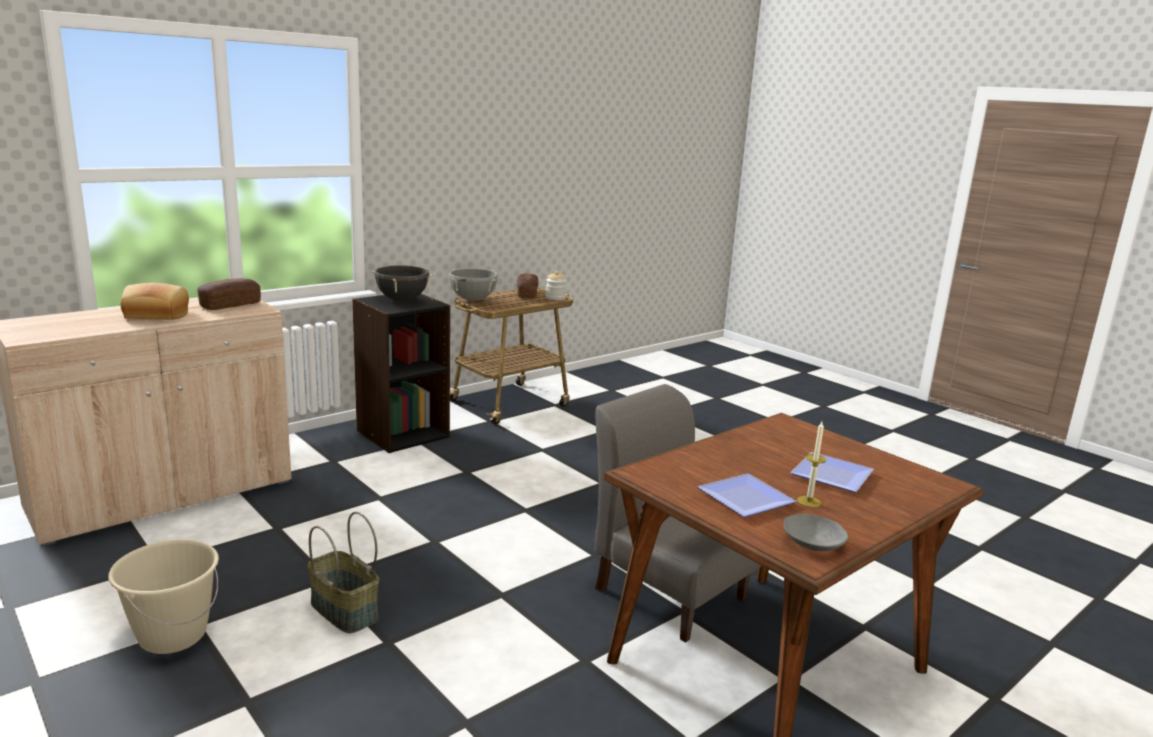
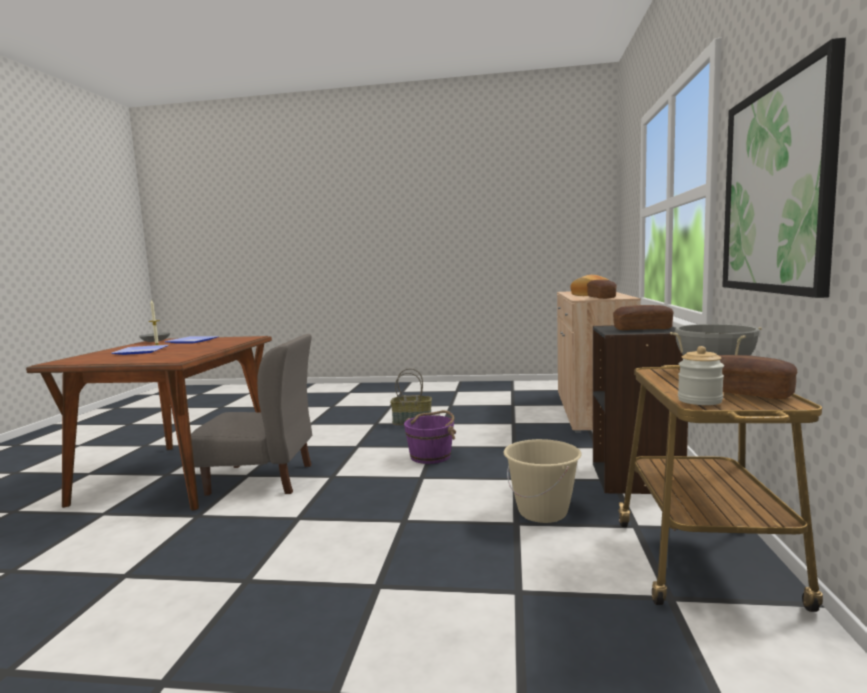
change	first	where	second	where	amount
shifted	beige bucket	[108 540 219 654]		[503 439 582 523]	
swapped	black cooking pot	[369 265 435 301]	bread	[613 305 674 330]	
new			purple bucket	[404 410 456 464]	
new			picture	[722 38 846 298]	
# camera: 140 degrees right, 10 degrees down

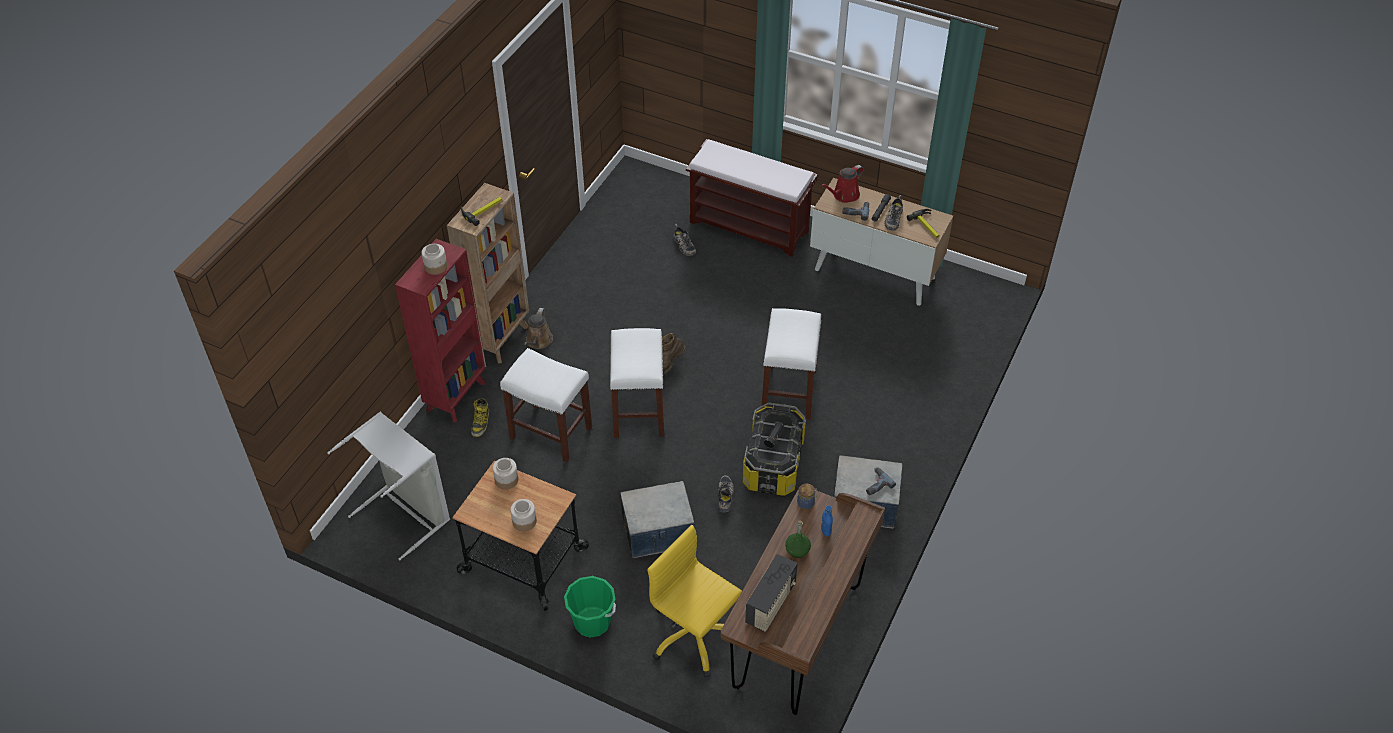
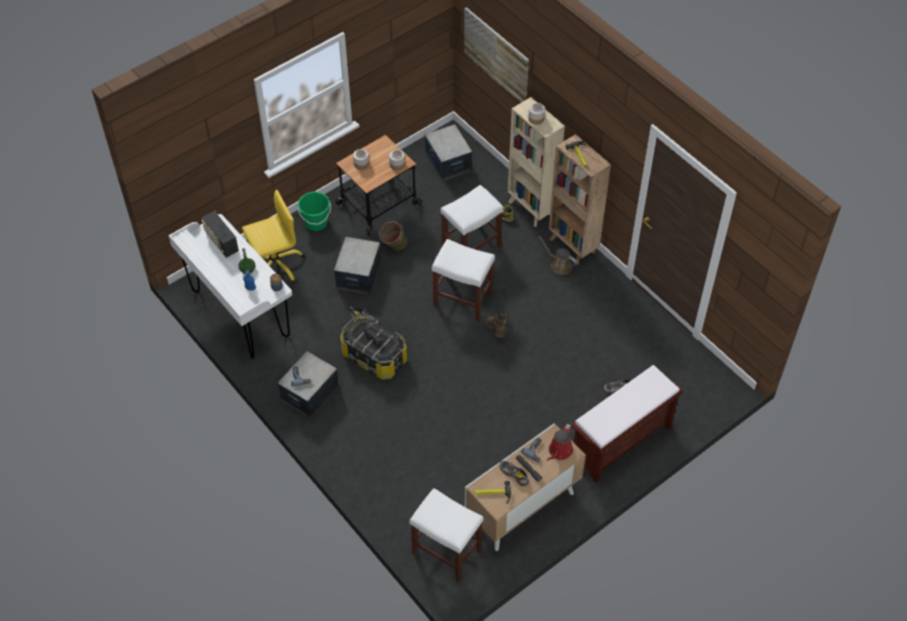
change	first	where	second	where	amount
swapped	grey laundry basket	[327 412 450 560]	storage box	[424 124 472 181]	
repainted	red bookcase	[395 239 486 423]	beige bookcase	[508 97 565 227]	
repainted	brown desk	[721 487 885 715]	white desk	[169 214 292 359]	
shifted	white stool	[761 308 822 420]		[410 488 484 582]	
rotated	red watering can	[821 165 864 203]		[546 424 573 461]	135 degrees counterclockwise
new			green bucket	[379 221 407 251]	
new			picture	[464 7 529 103]	
# camera: 115 degrees right, 5 degrees up

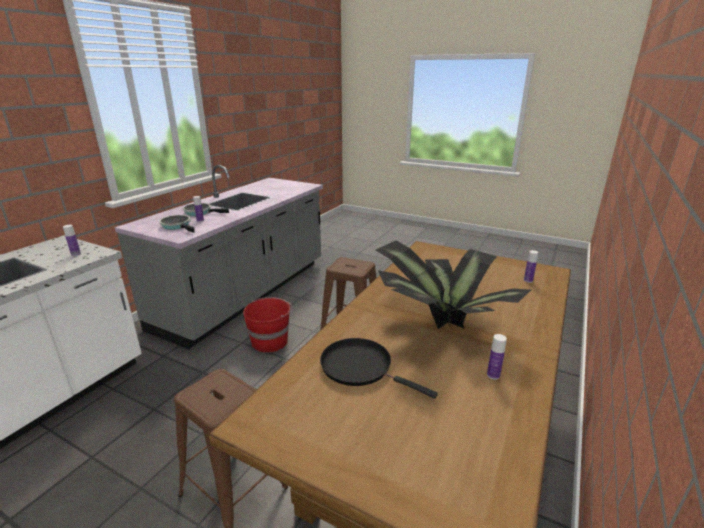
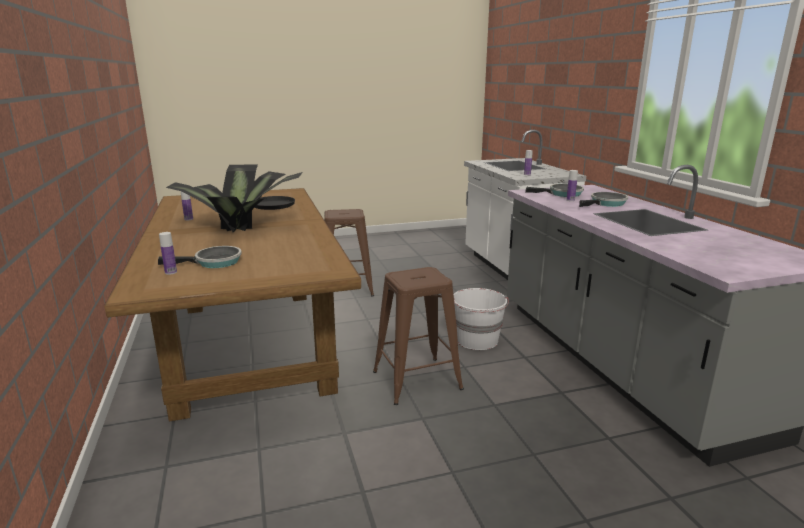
change	first	where	second	where	amount
repainted	red bucket	[243 297 292 353]	white bucket	[454 288 509 350]	
new			frying pan	[158 246 242 268]	
# camera: 135 degrees right, 5 degrees down

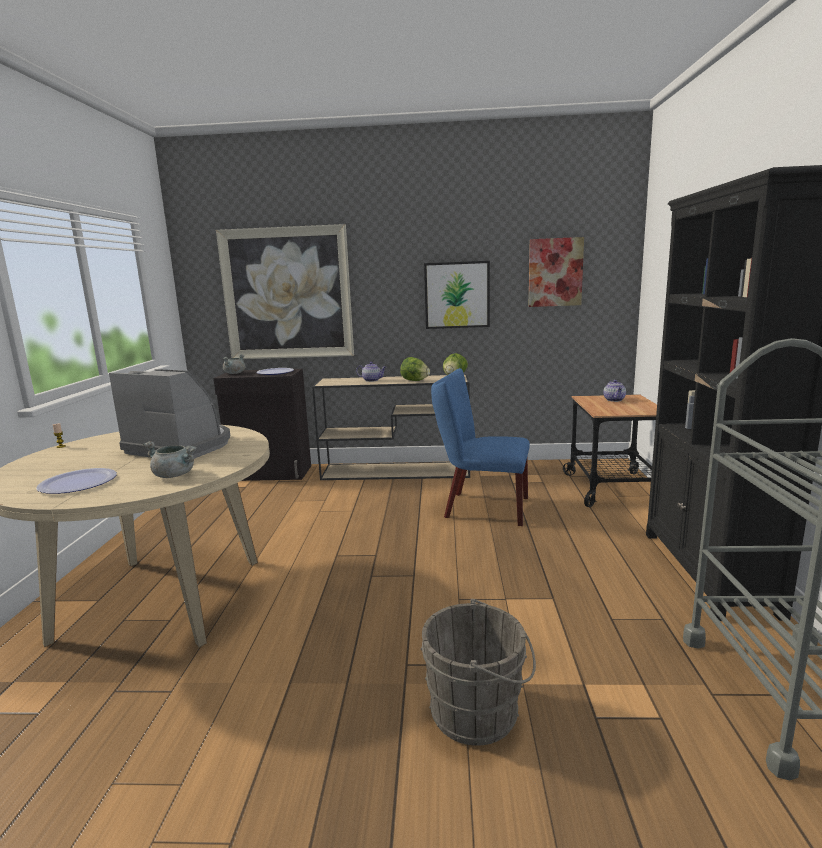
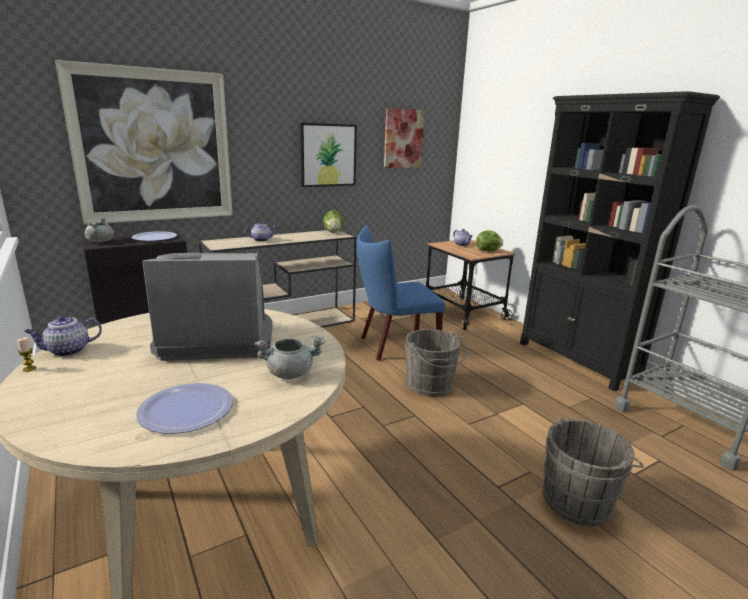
change	first	where	second	where	amount
shifted	lettuce	[400 357 430 381]		[476 230 503 251]	
new			teapot	[24 315 102 357]	
new			grey bucket	[405 329 468 397]	
# camera: 35 degrees left, 5 degrees up

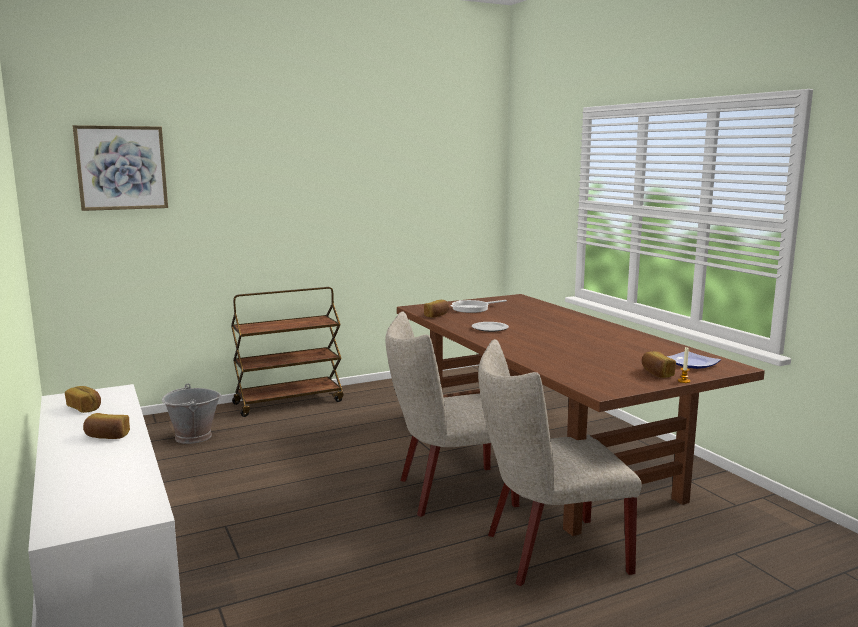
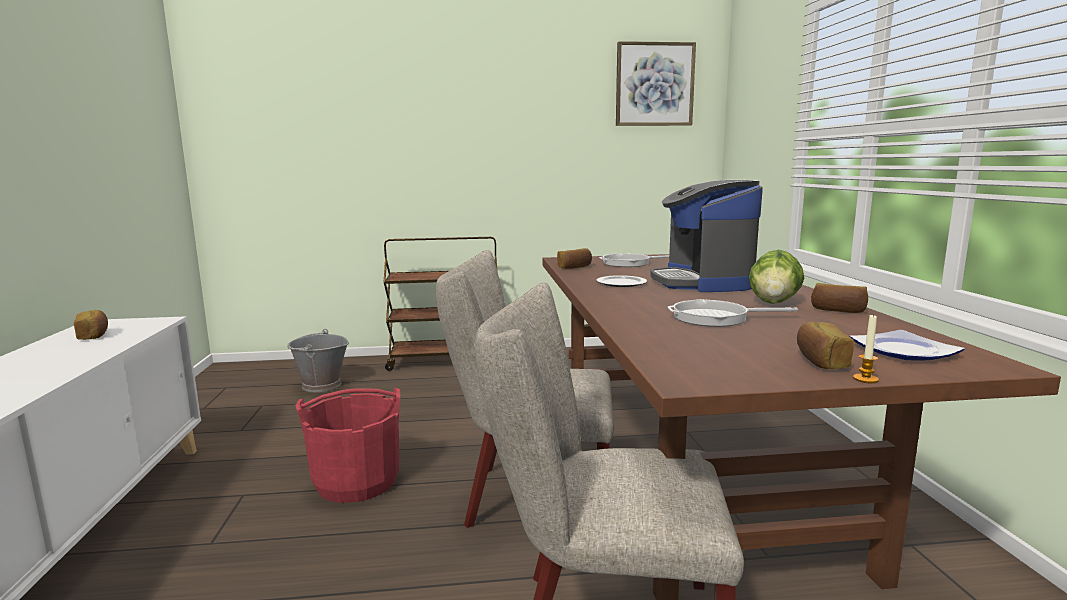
change	first	where	second	where	amount
shifted	picture	[73 125 168 211]		[616 41 696 126]	
shifted	bread	[83 413 130 439]		[811 283 868 313]	
new			red bucket	[295 388 400 503]	
new			coffee machine	[650 180 763 292]	
new			frying pan	[668 299 798 327]	
new			lettuce	[749 250 804 304]	
# camera: 20 degrees right, 0 degrees up

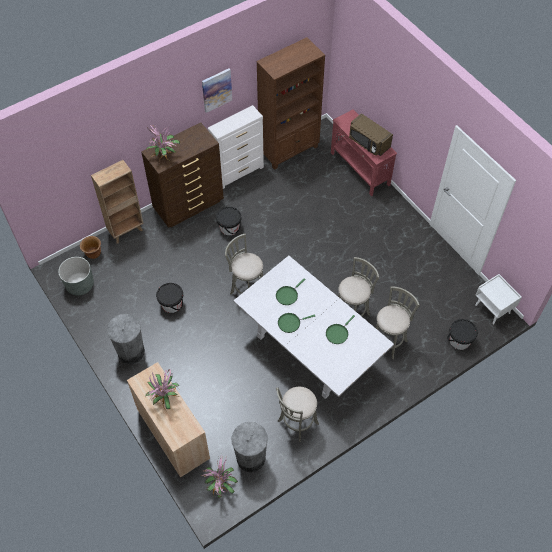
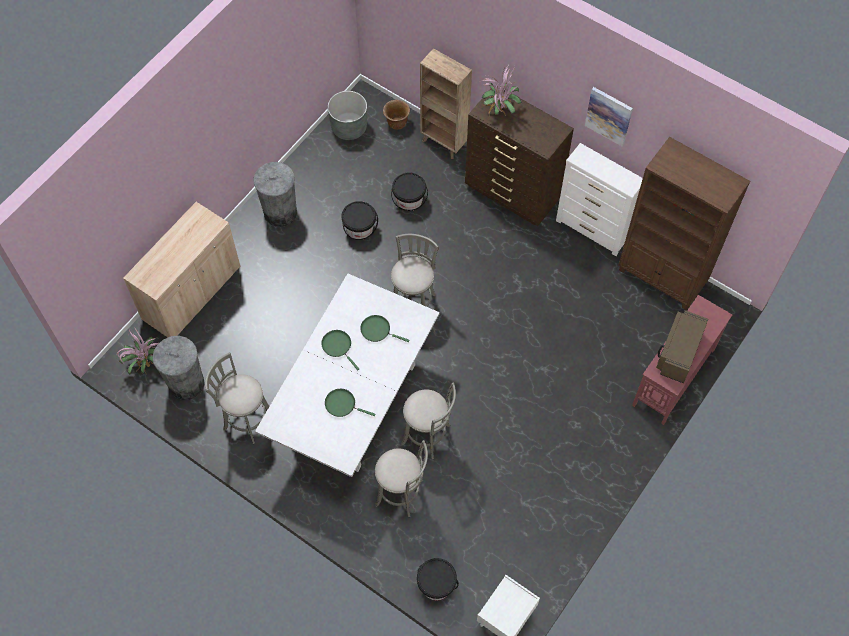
change	first	where	second	where	amount
gone	potted plant	[145 369 179 410]			
shifted	black bucket	[216 207 241 235]		[391 173 428 211]	
# camera: 70 degrees right, 5 degrees up

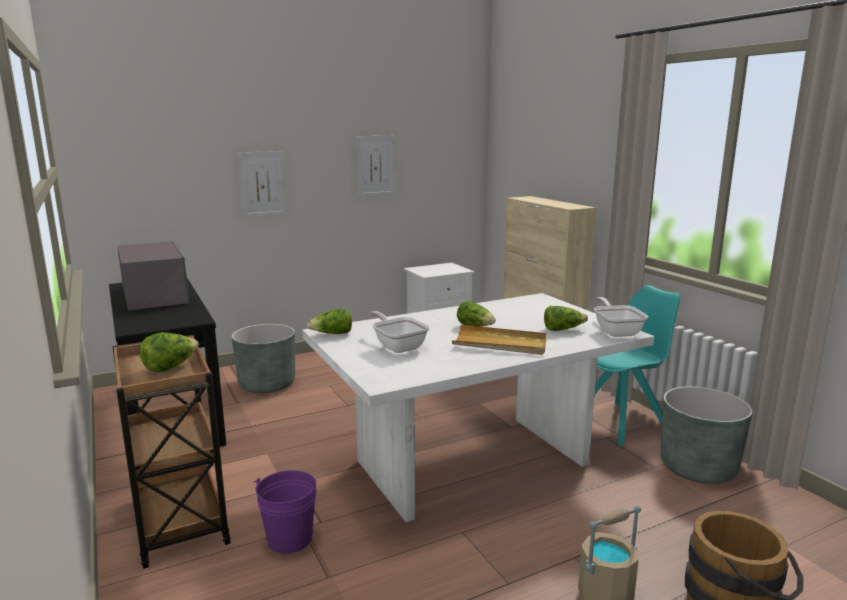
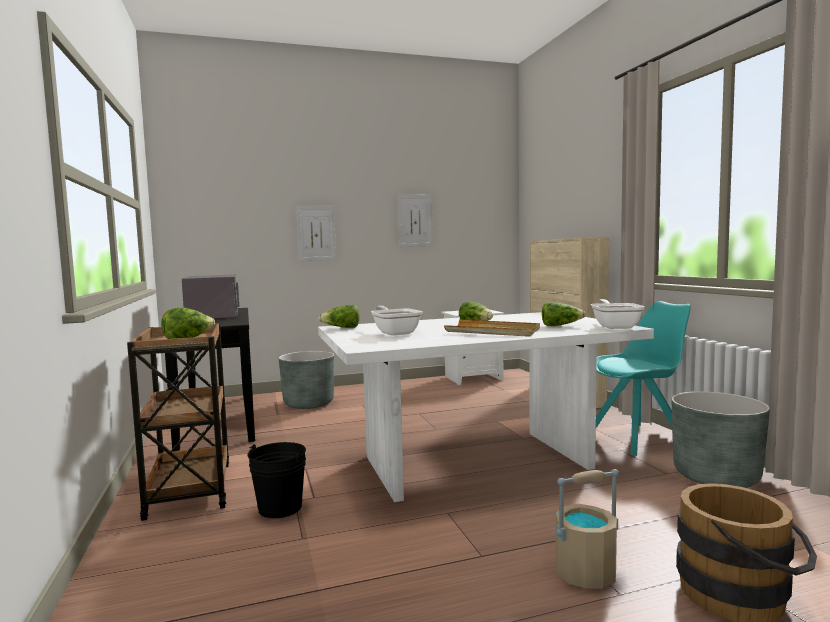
change	first	where	second	where	amount
repainted	purple bucket	[254 470 317 554]	black bucket	[248 442 306 518]	
# camera: 10 degrees right, 10 degrees down

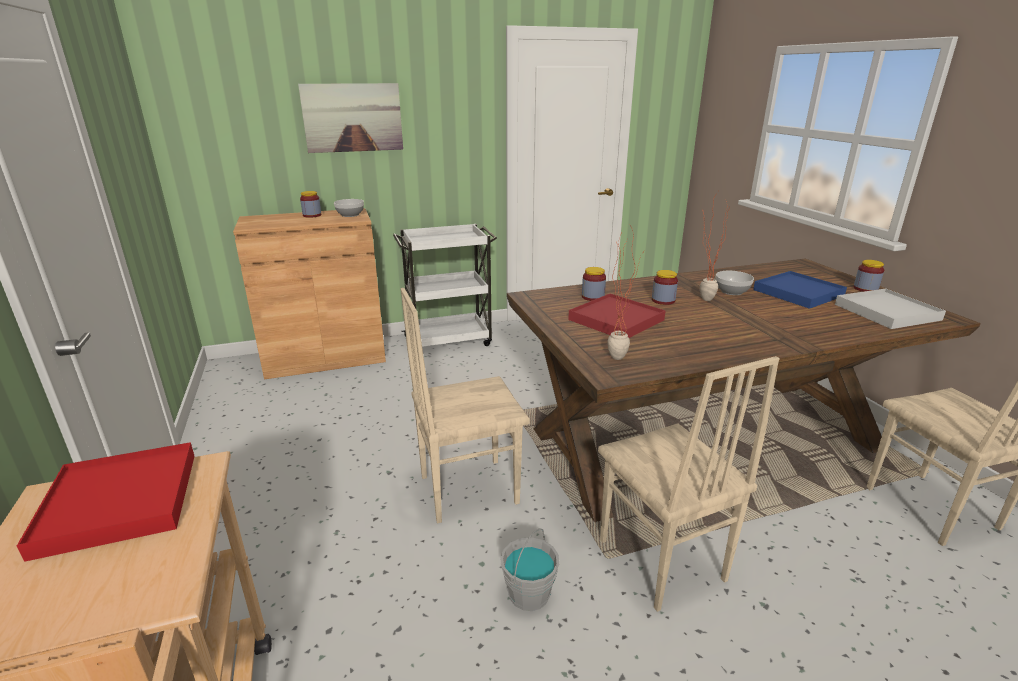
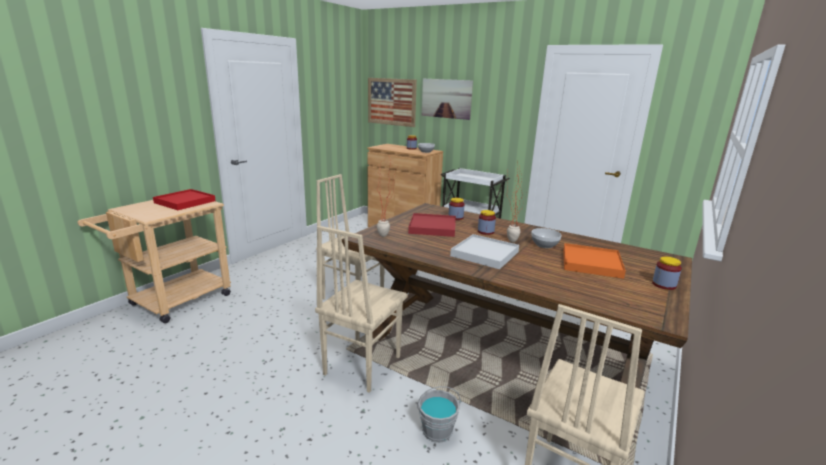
change	first	where	second	where	amount
shifted	grey bucket	[500 528 559 611]		[417 386 461 443]	
repainted	blue tray	[753 271 847 309]	orange tray	[563 243 626 279]	
shifted	white tray	[835 289 946 329]		[450 234 519 269]	
new			picture	[368 78 417 127]	
# camera: 50 degrees right, 5 degrees down

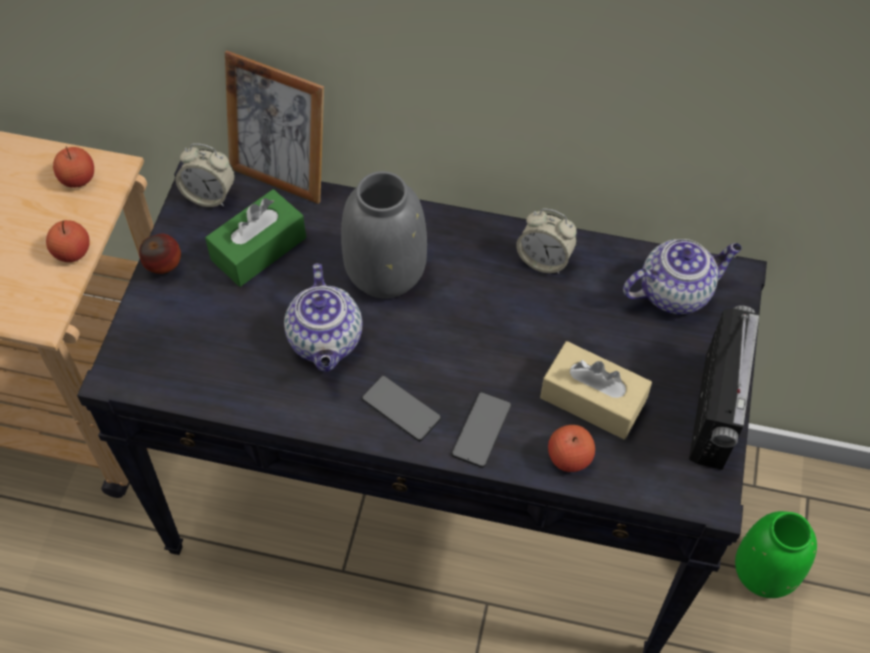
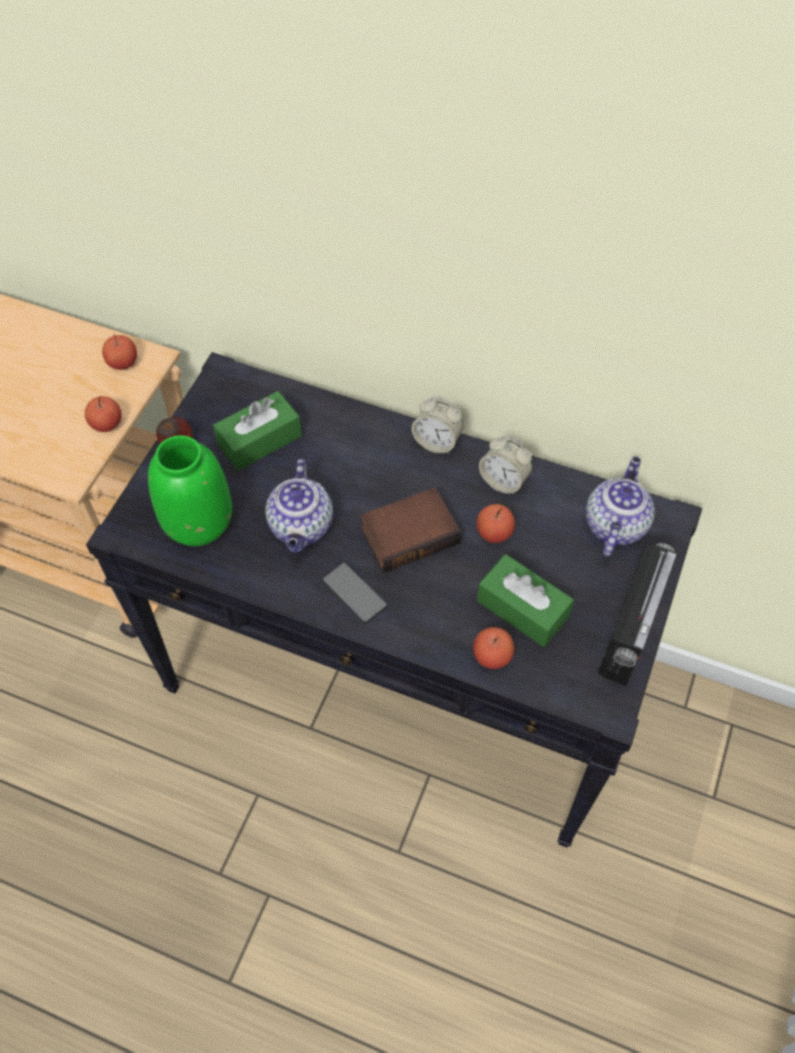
change	first	where	second	where	amount
shifted	alarm clock	[176 143 235 207]		[412 397 464 454]	
gone	picture frame	[225 50 324 204]			
gone	grey vase	[341 171 427 298]			
gone	phone	[452 392 512 468]			
repainted	beige tissue box	[540 341 652 439]	green tissue box	[477 554 574 647]	
rotated	teapot	[623 239 742 315]		[586 457 655 556]	60 degrees counterclockwise
shifted	green vase	[735 511 817 598]		[148 435 232 546]	
new			book	[360 487 461 573]	
new			apple	[476 504 515 543]	
# camera: 10 degrees right, 0 degrees up

